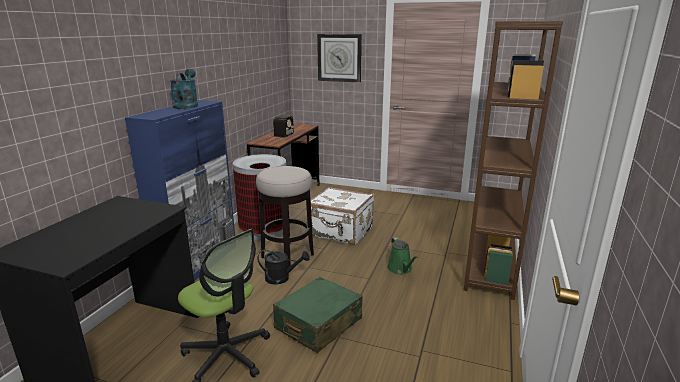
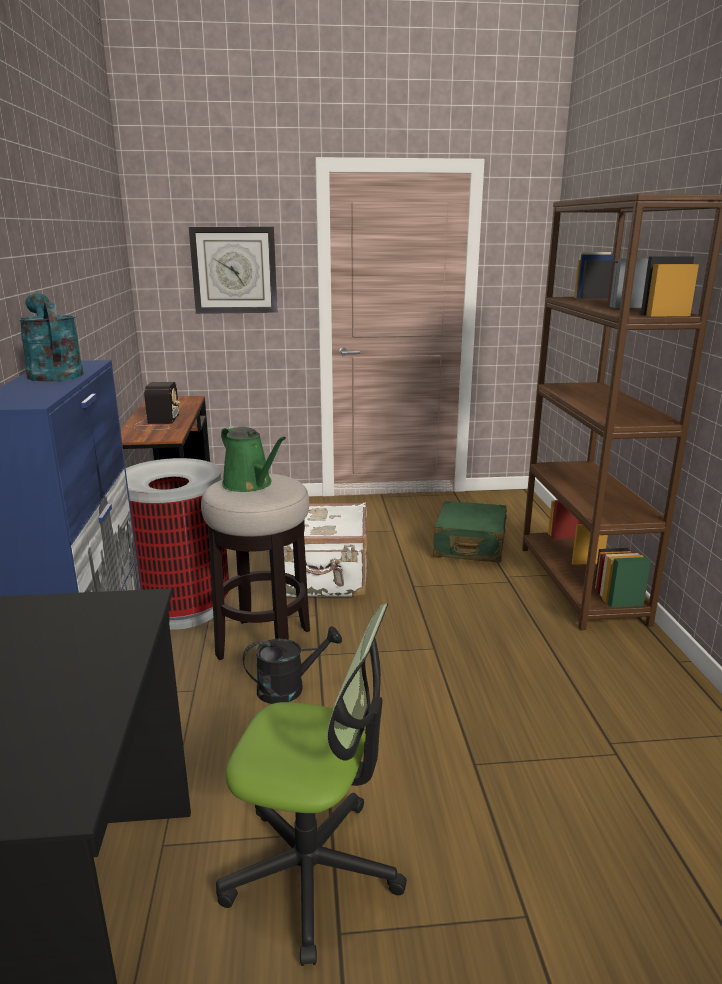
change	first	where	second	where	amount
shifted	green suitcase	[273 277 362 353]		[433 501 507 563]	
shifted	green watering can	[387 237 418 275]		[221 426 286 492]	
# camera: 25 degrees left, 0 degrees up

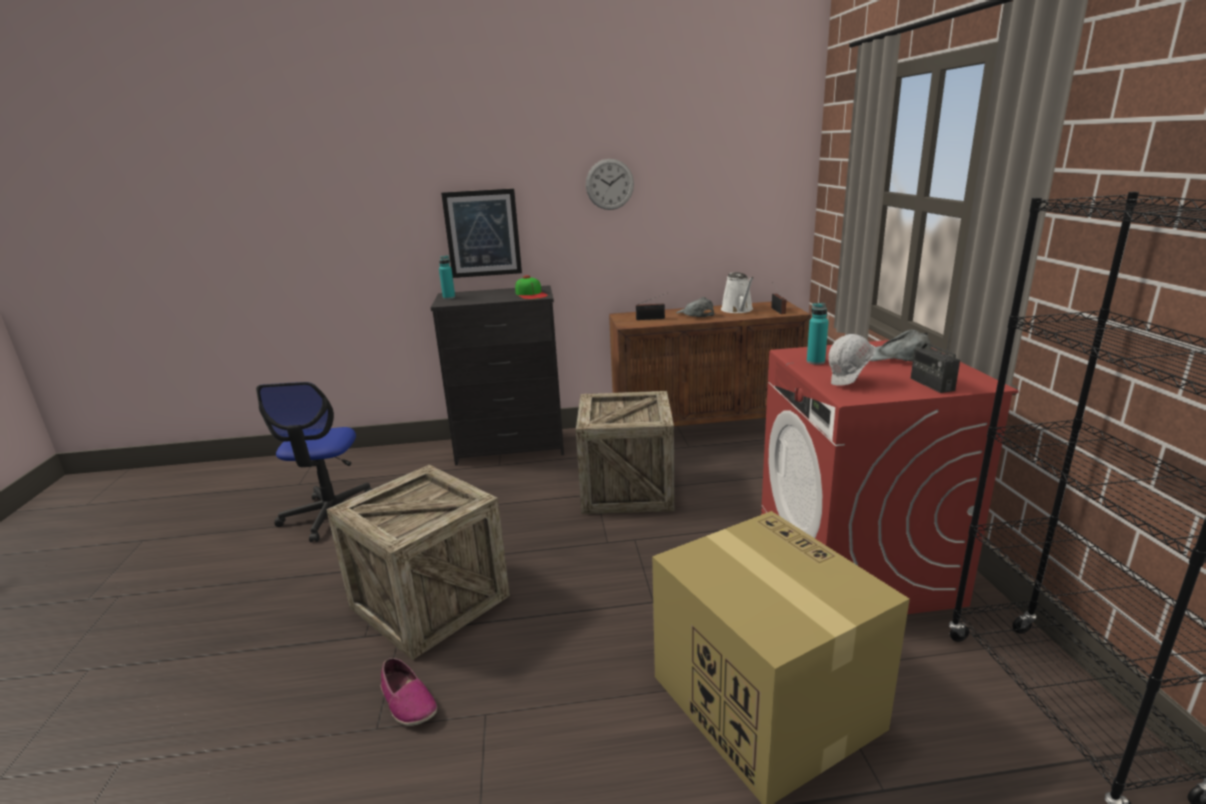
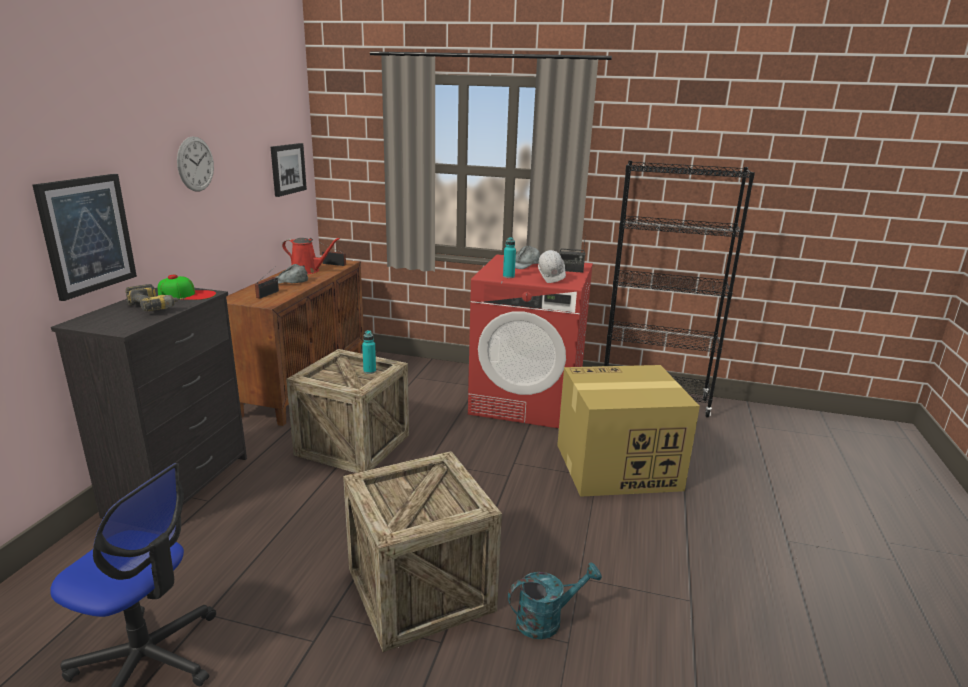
change	first	where	second	where	amount
swapped	shoe	[381 658 437 726]	turquoise watering can	[508 562 602 639]	
shifted	turquoise bottle	[439 255 455 299]		[362 330 376 374]	
repainted	white watering can	[721 272 754 313]	red watering can	[282 238 340 274]	
new			power drill	[125 284 185 311]	
new			picture	[271 143 307 197]	
# camera: 70 degrees left, 0 degrees up

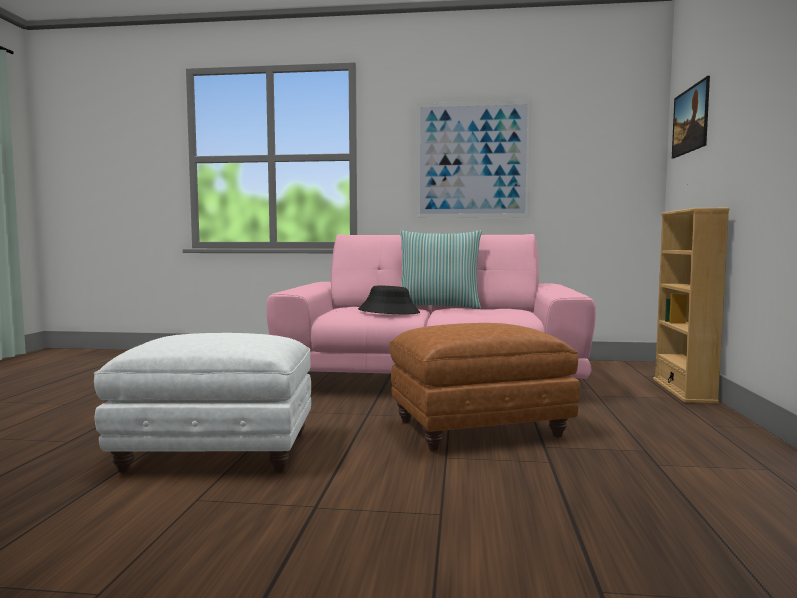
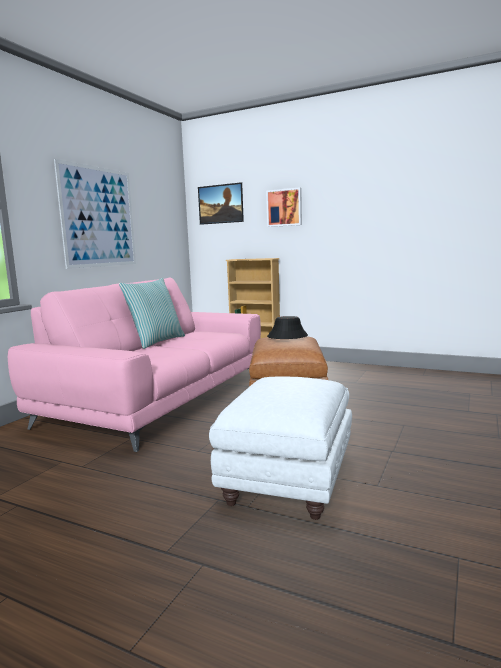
change	first	where	second	where	amount
shifted	black hat	[358 286 420 314]		[267 316 308 339]	
new			picture	[266 187 302 227]	
# camera: 70 degrees left, 5 degrees up

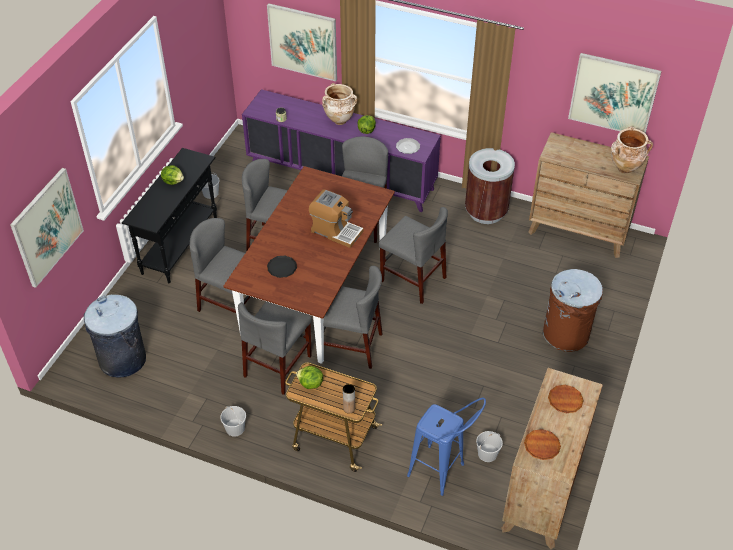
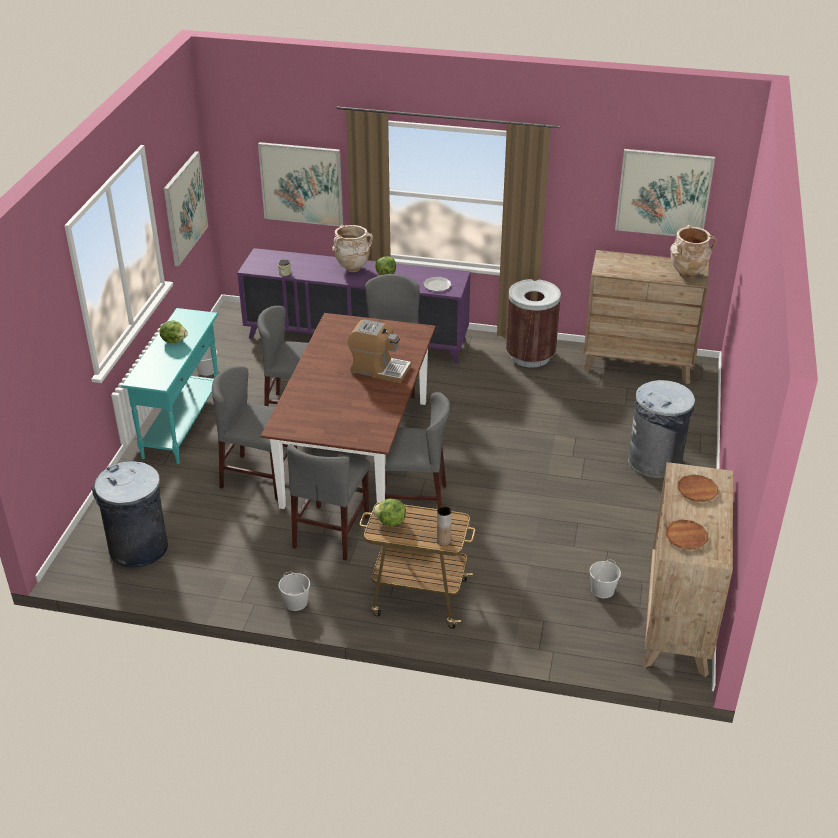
change	first	where	second	where	amount
shifted	picture	[10 168 84 288]		[164 151 208 266]	
repainted	black console table	[122 148 217 283]	turquoise console table	[121 308 218 464]	
gone	black plate	[267 256 297 278]			
gone	grey chair	[379 207 448 304]			
gone	blue stool	[407 398 486 496]			
repainted	brown trash can	[543 269 603 352]	grey trash can	[628 380 695 479]	
# camera: 10 degrees left, 10 degrees down

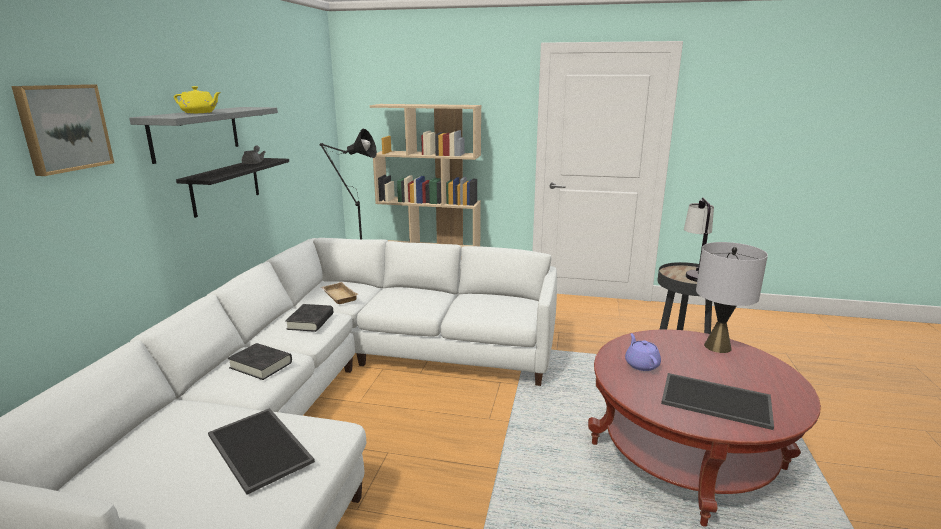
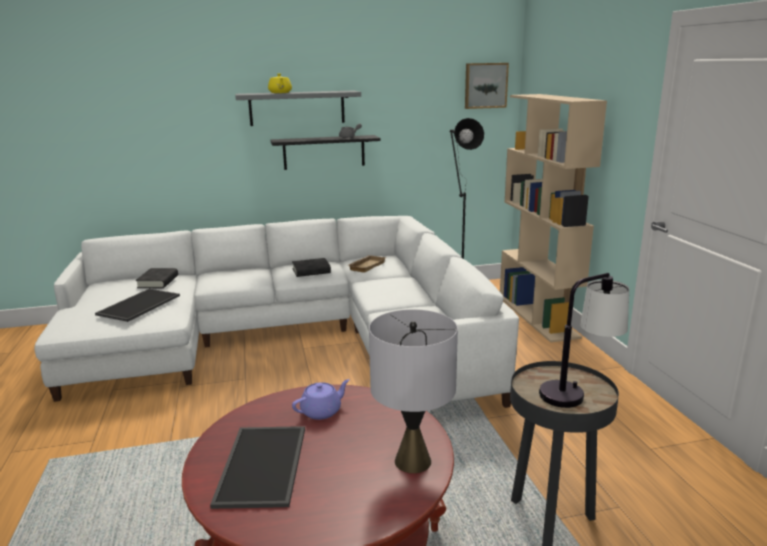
change	first	where	second	where	amount
shifted	picture	[11 84 114 176]		[465 63 509 109]	
shifted	black book	[228 343 292 380]		[136 268 178 288]	
# camera: 65 degrees right, 0 degrees up

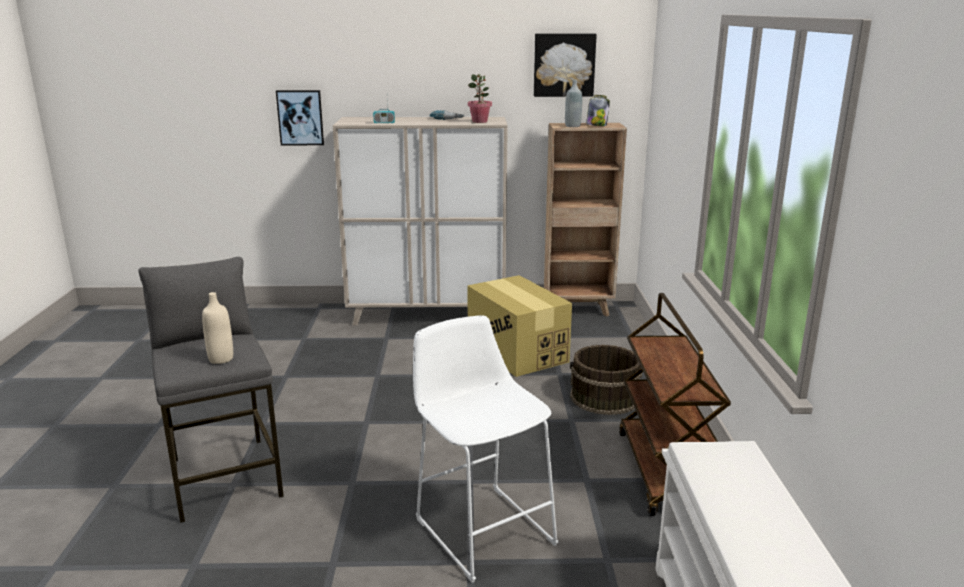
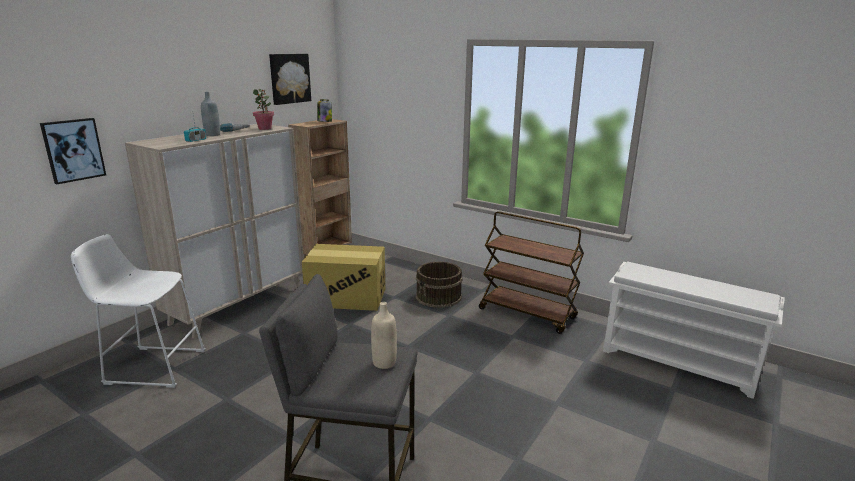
change	first	where	second	where	amount
shifted	white stool	[413 315 559 583]		[71 234 206 388]	
shifted	grey bottle	[565 80 582 127]		[201 92 220 136]	
# camera: 55 degrees left, 0 degrees up

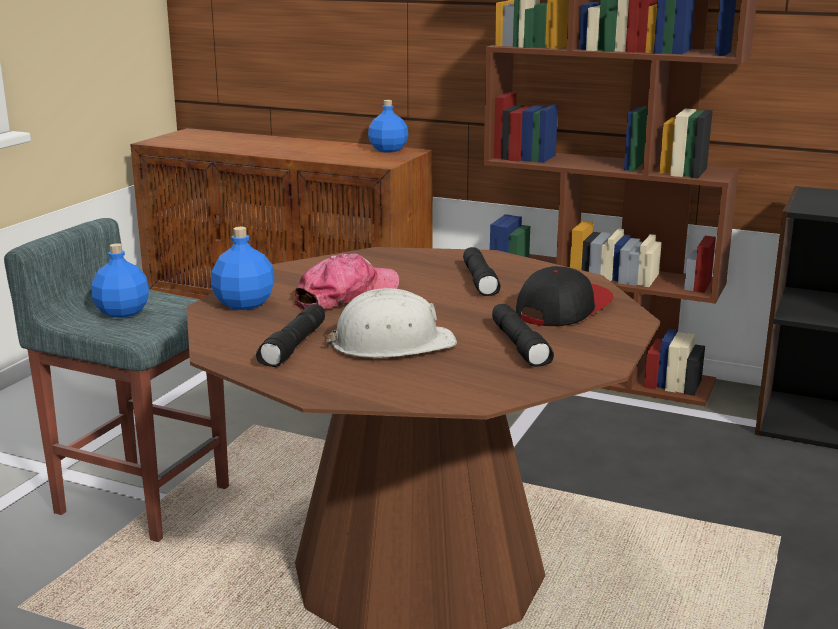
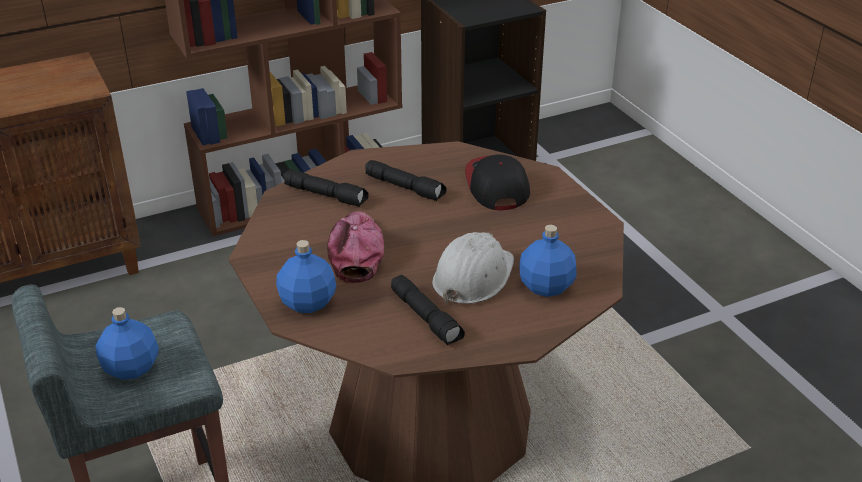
change	first	where	second	where	amount
shifted	blue bottle	[368 100 408 152]		[519 225 577 297]	
shifted	black flashlight	[492 304 554 367]		[284 170 369 207]	
# camera: 50 degrees left, 15 degrees up

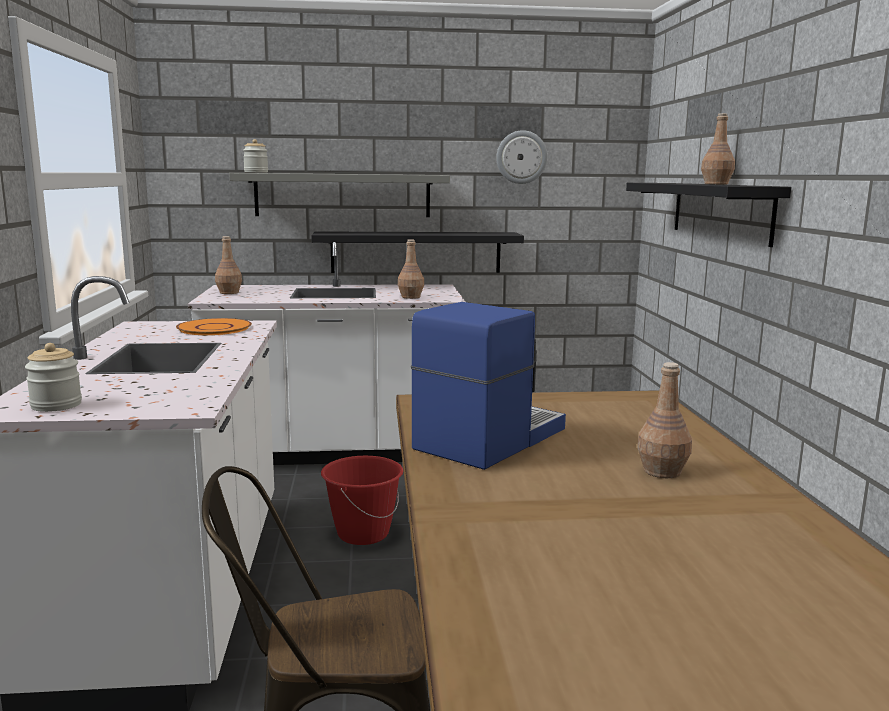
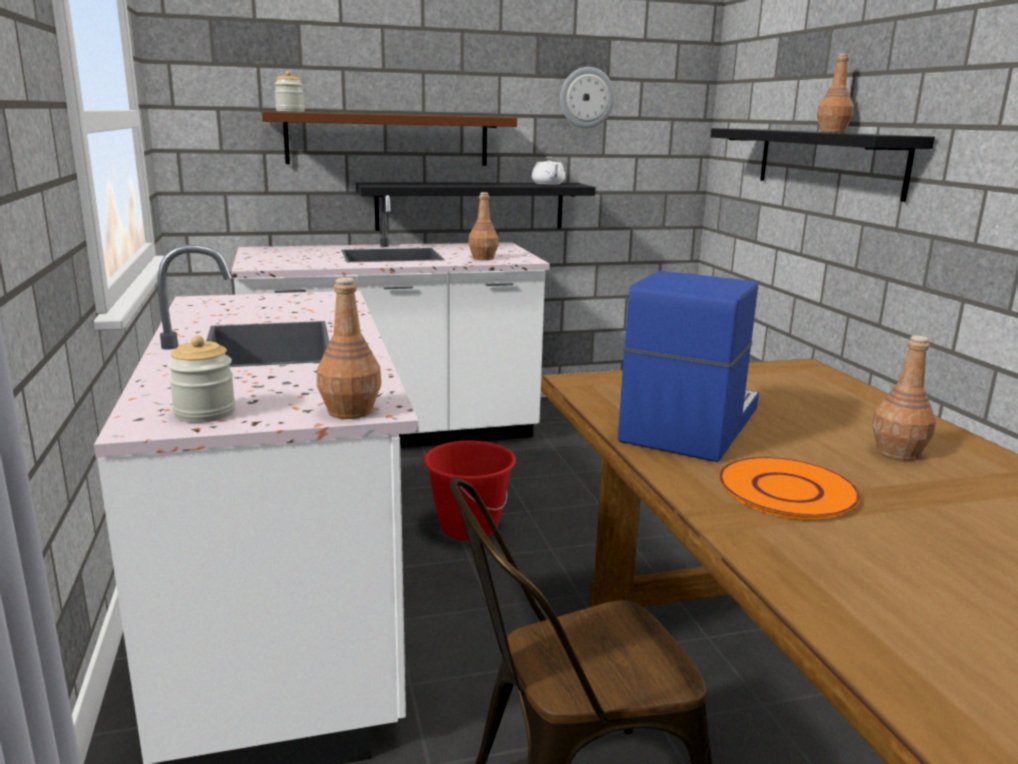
change	first	where	second	where	amount
shifted	orange plate	[176 318 252 335]		[719 457 861 520]	
shifted	brown bottle	[215 236 242 294]		[317 277 381 419]	
repainted	grey shelf	[229 173 450 217]	brown shelf	[262 111 517 166]	
new			white teapot	[532 157 565 185]	
# camera: 10 degrees left, 5 degrees up

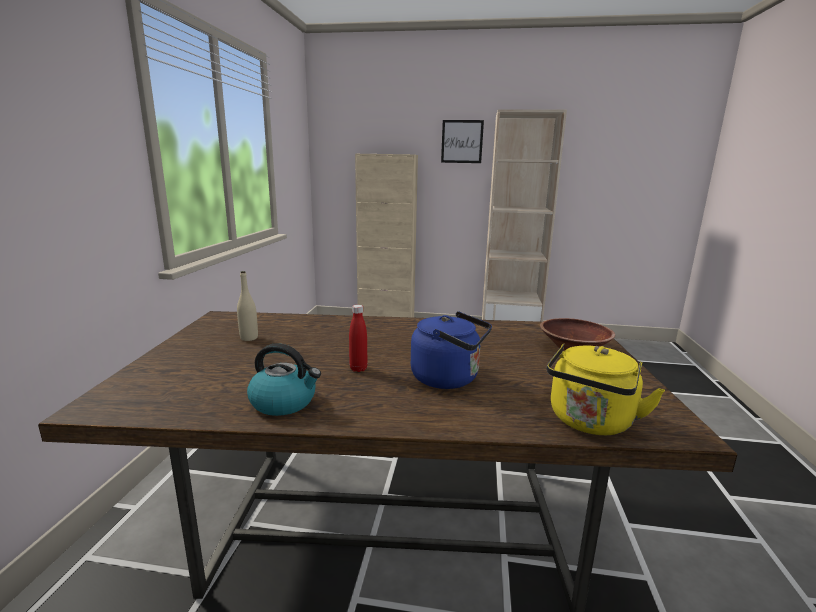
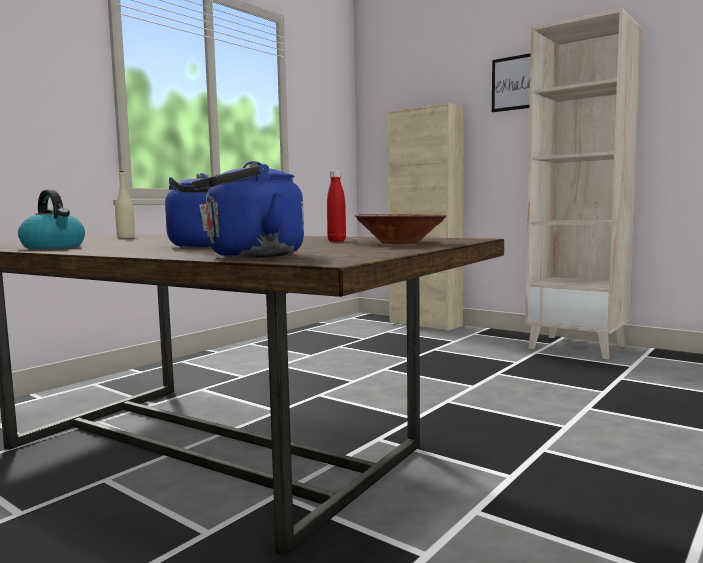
change	first	where	second	where	amount
shifted	red bottle	[349 305 367 372]		[327 170 346 242]	
repainted	yellow kettle	[546 344 665 435]	blue kettle	[192 161 304 258]	
# camera: 30 degrees right, 10 degrees down

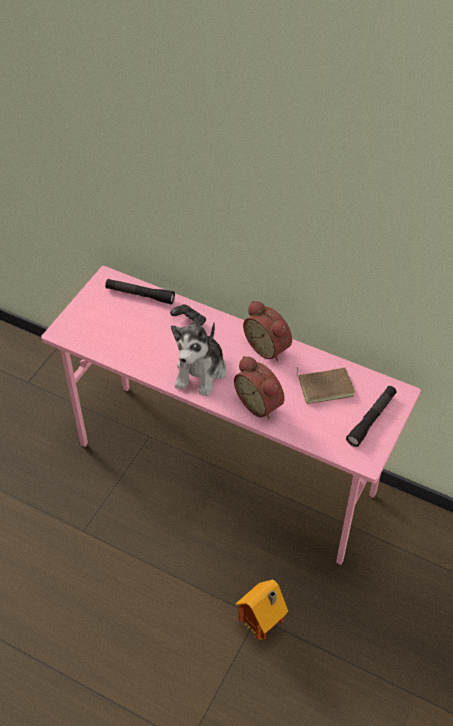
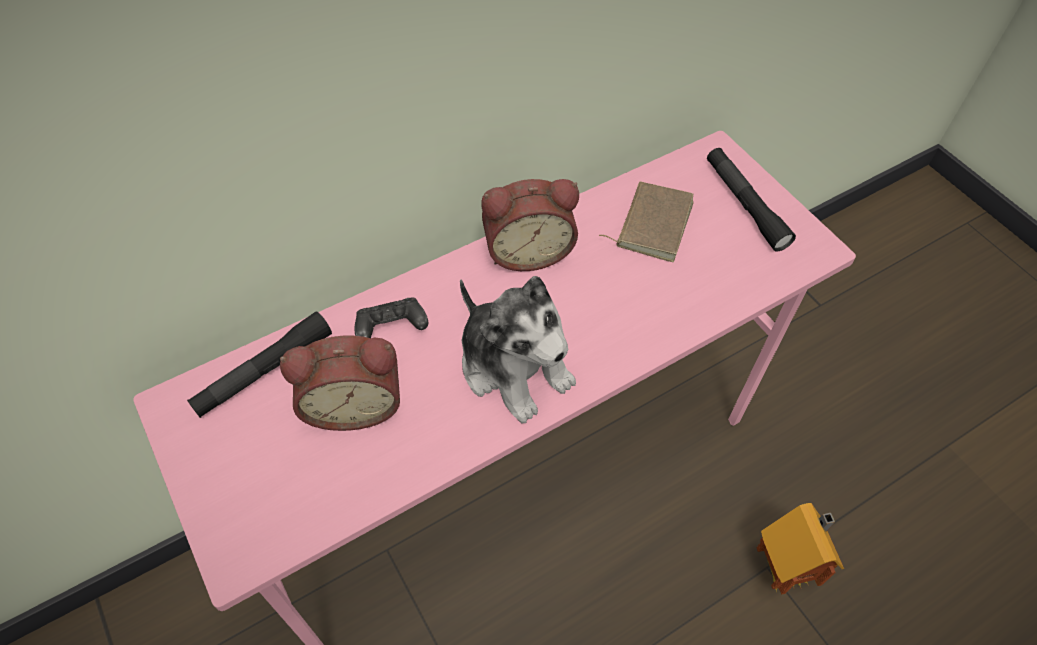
change	first	where	second	where	amount
shifted	alarm clock	[234 356 285 419]		[280 336 400 431]	
# camera: 60 degrees left, 5 degrees up

